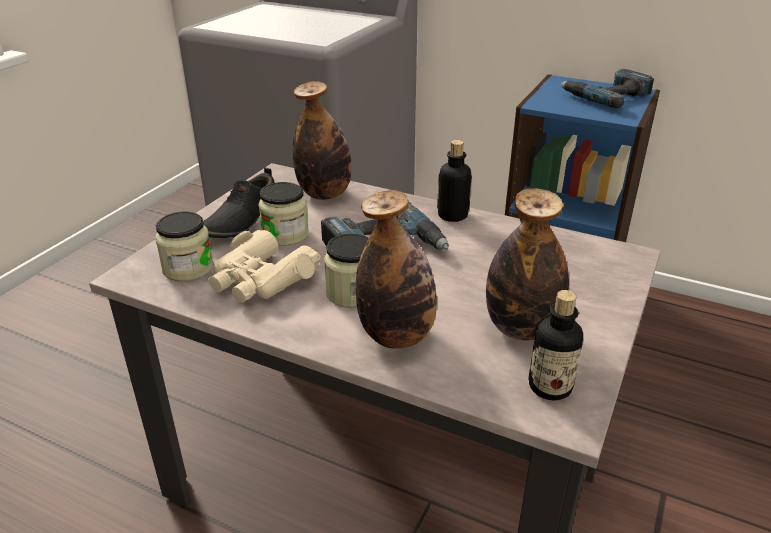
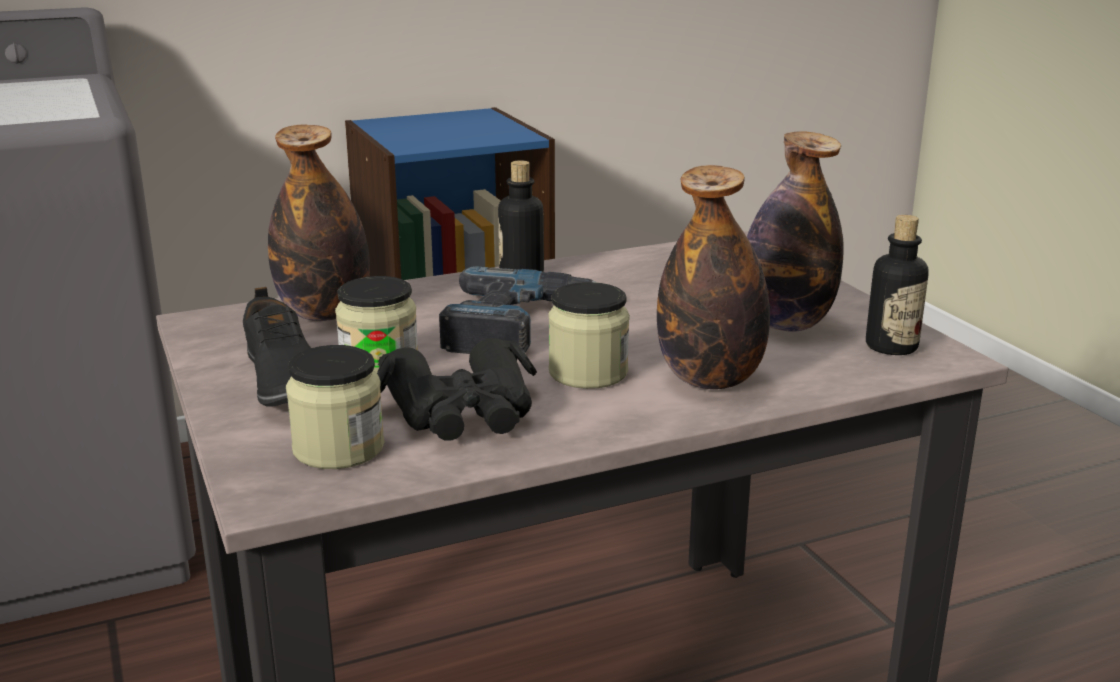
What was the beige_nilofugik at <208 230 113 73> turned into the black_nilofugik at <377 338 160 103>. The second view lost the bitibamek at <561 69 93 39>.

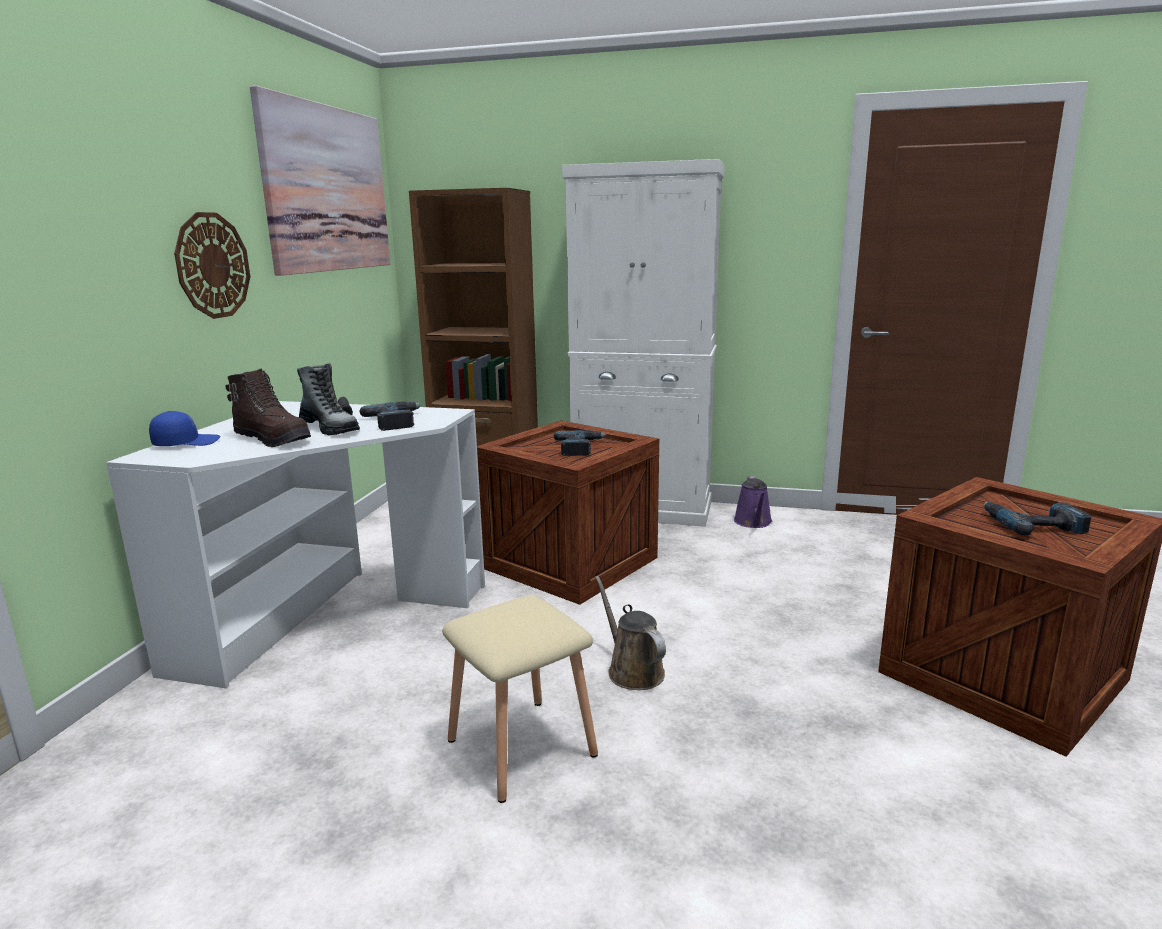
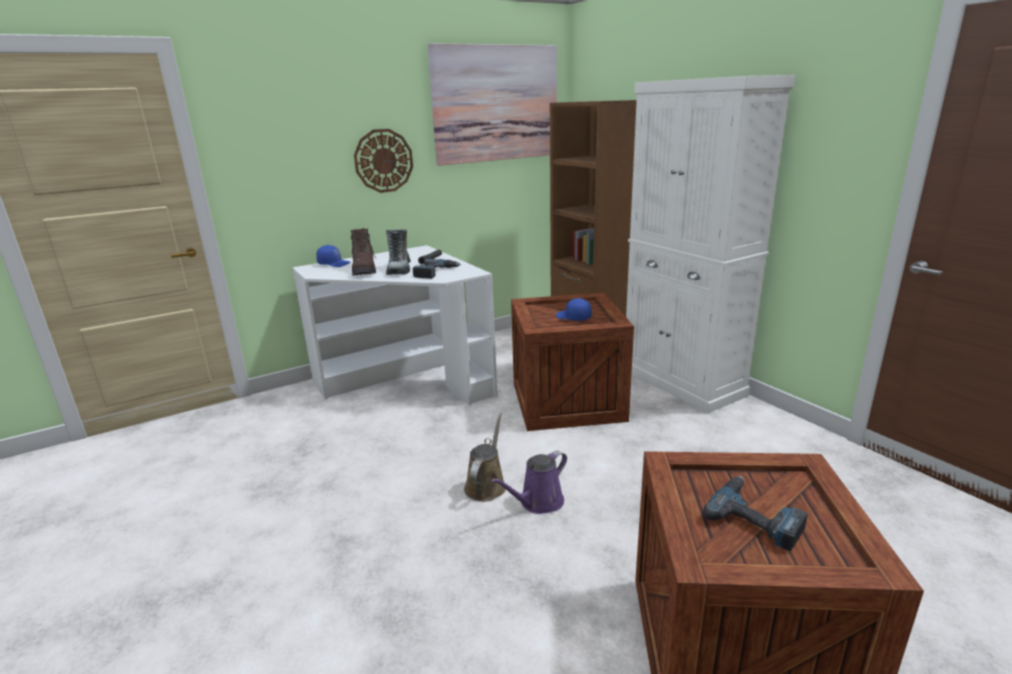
The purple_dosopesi ended up elsewhere, having gone from <734 476 38 52> to <491 451 76 63>. Where the bitibamek stood at <554 430 53 26>, the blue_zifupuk came to stand at <556 298 36 23>. The second view lost the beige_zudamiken at <442 595 156 208>.

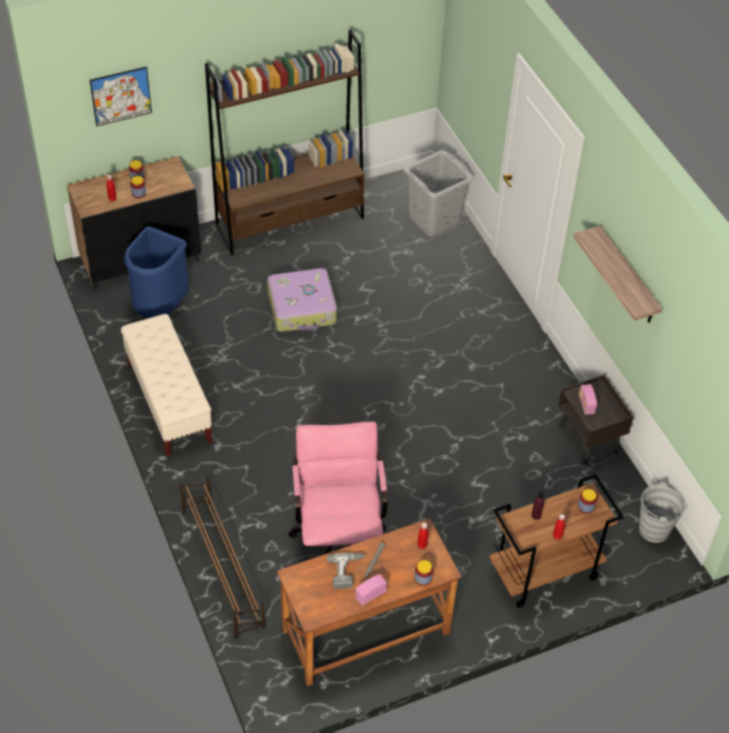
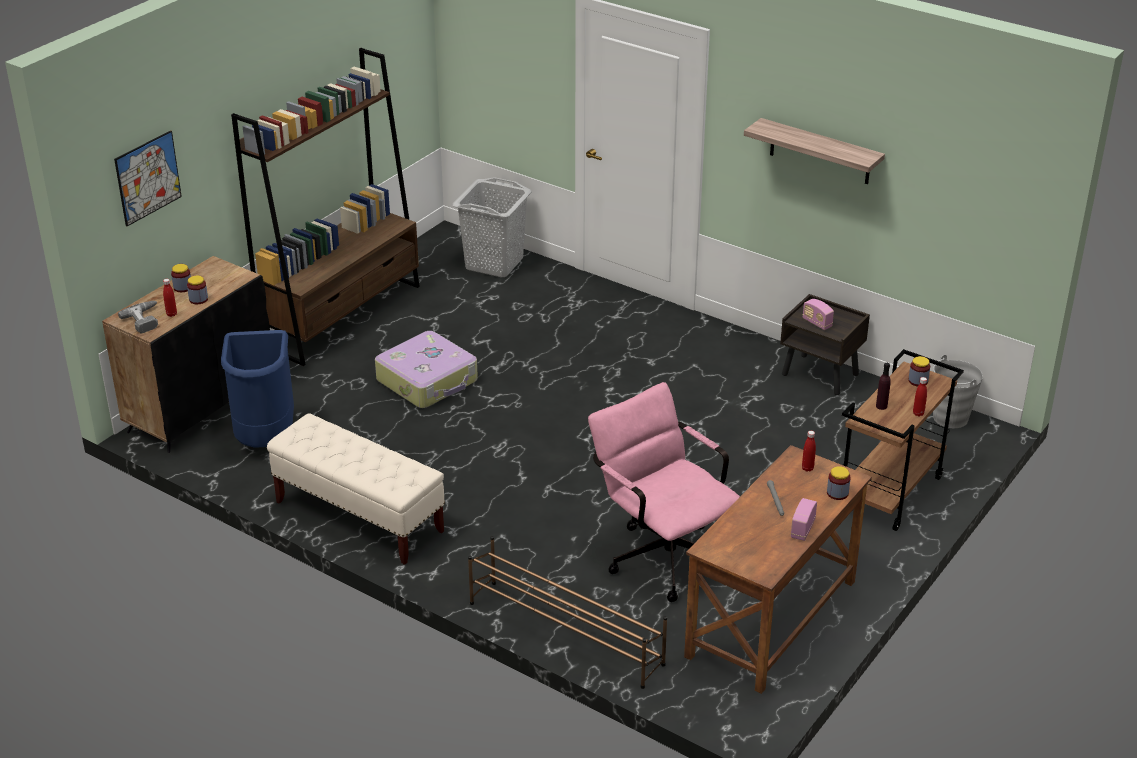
The bitibamek ended up elsewhere, having gone from <327 553 39 36> to <118 301 40 33>.

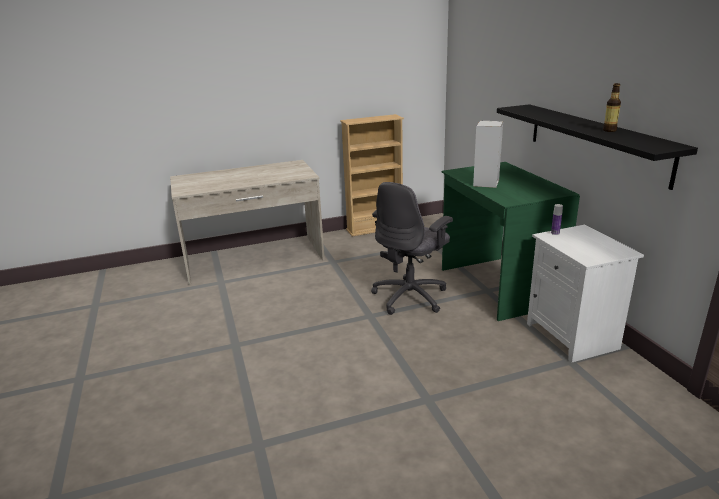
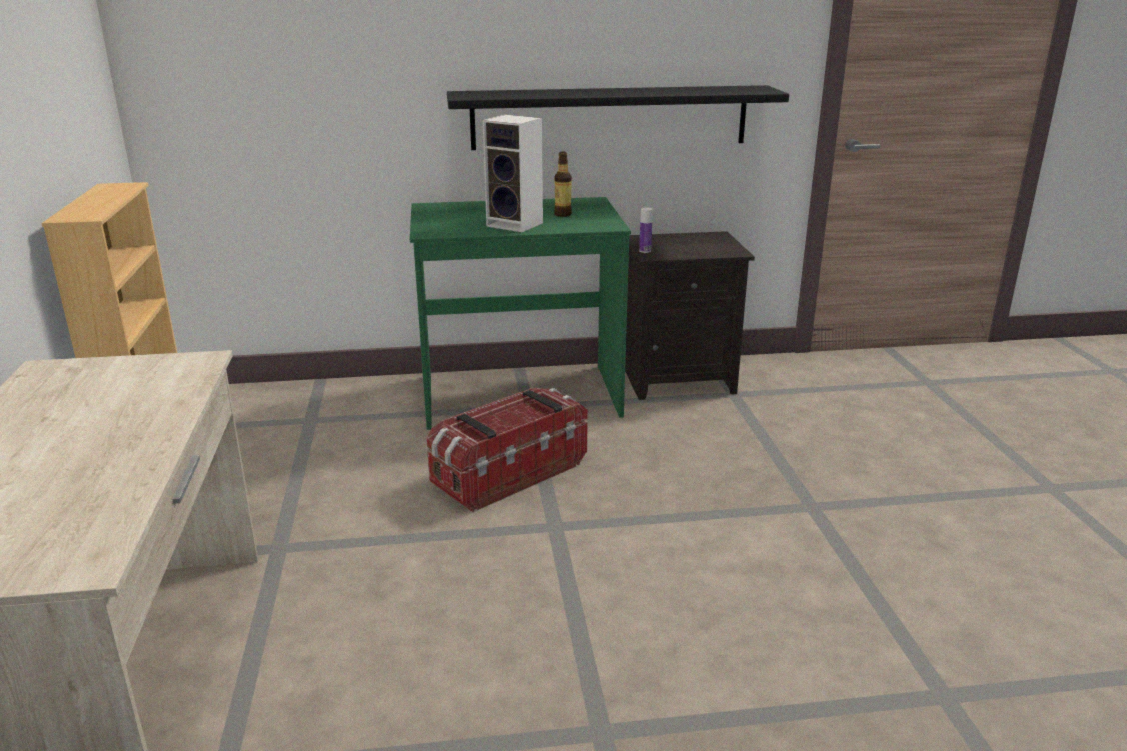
Where the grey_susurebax stood at <371 182 82 133>, the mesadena came to stand at <427 388 161 124>. The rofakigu ended up elsewhere, having gone from <603 83 18 49> to <554 152 18 65>. What was the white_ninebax at <527 225 117 137> turned into the black_ninebax at <625 231 130 169>.

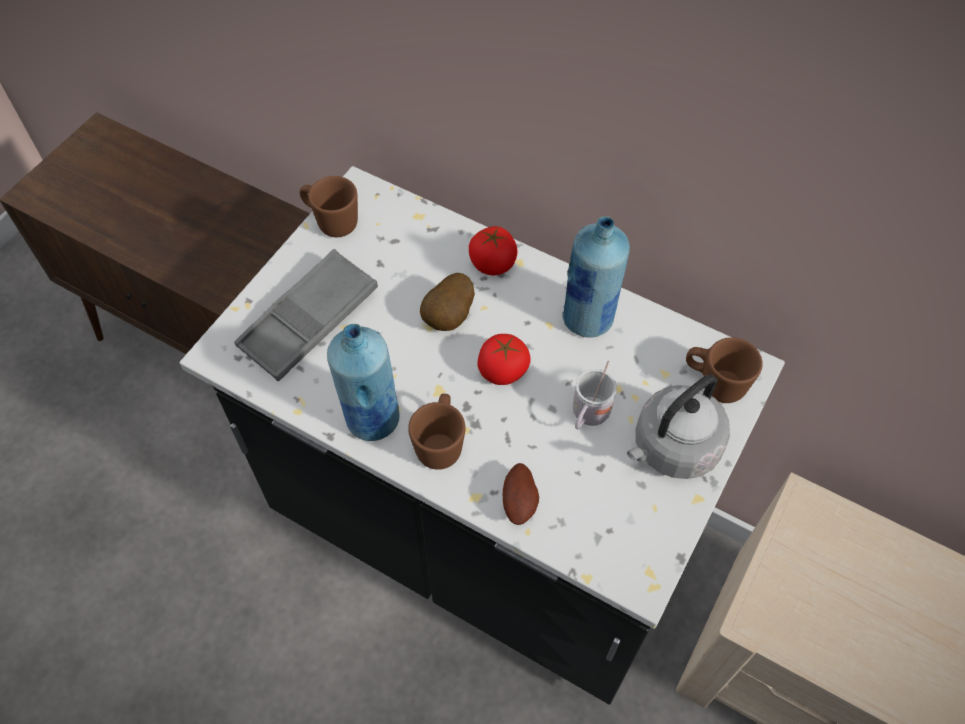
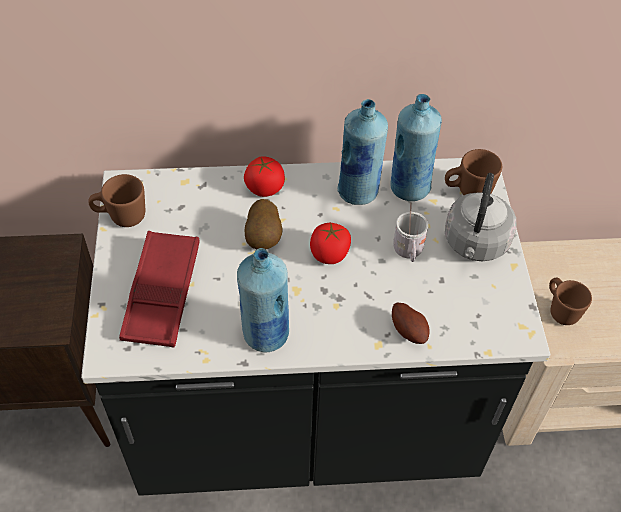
What was the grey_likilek at <234 249 144 132> turned into the red_likilek at <119 231 80 117>. The second view gained the blue_rofakigu at <390 94 52 107>. The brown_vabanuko ended up elsewhere, having gone from <408 394 57 76> to <549 278 43 47>.

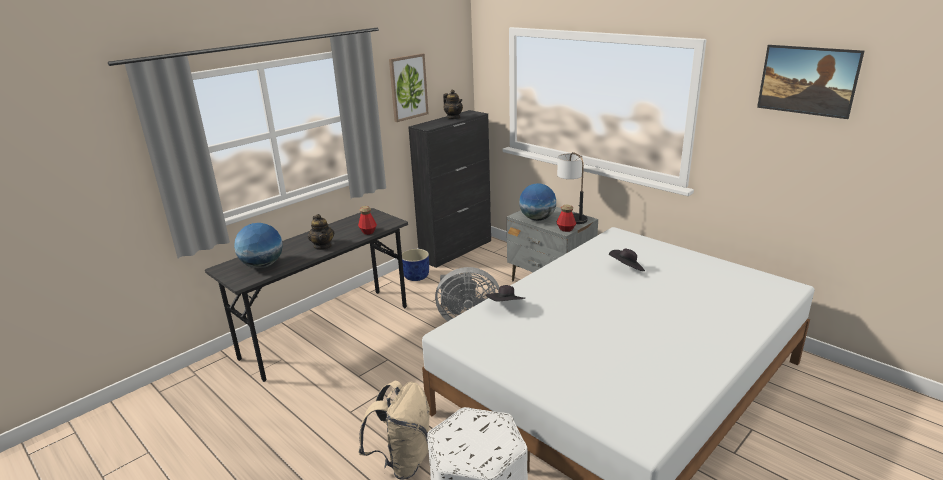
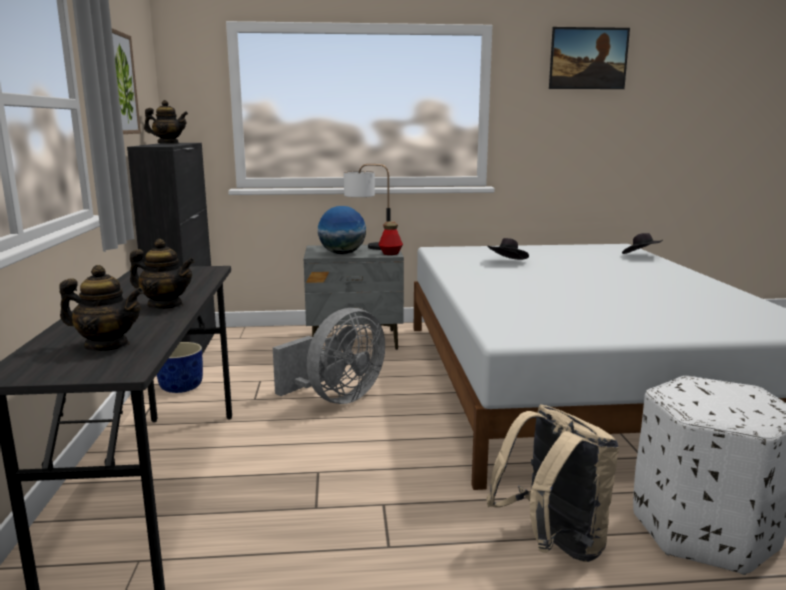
Where the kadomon stood at <234 223 49 45>, the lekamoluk came to stand at <59 265 85 86>. The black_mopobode ended up elsewhere, having gone from <485 285 40 17> to <622 233 41 21>. The second view lost the rofakigu at <358 206 19 29>.

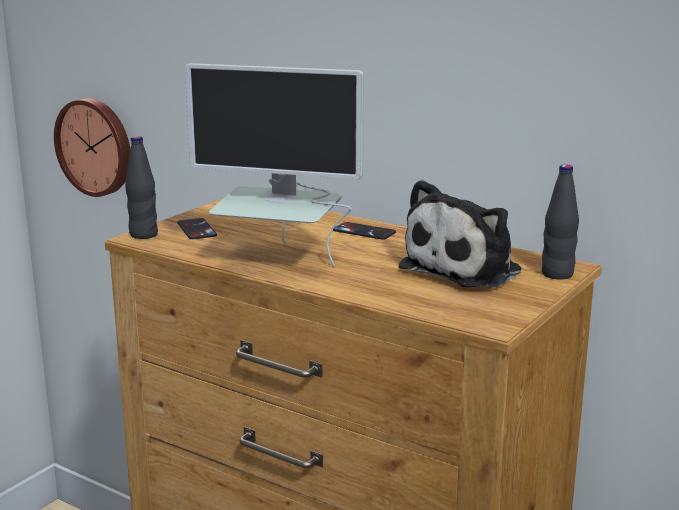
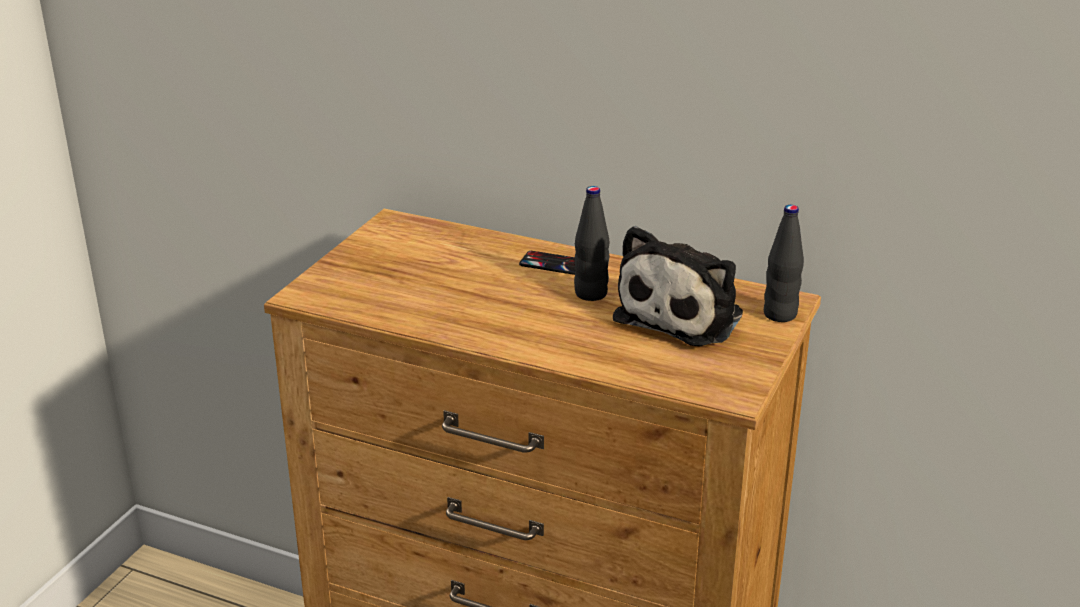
The black_rofakigu ended up elsewhere, having gone from <125 136 33 103> to <574 186 35 115>. The second view lost the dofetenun at <54 98 76 99>. The second view lost the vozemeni at <177 218 40 21>. The second view lost the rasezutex at <185 63 179 204>.

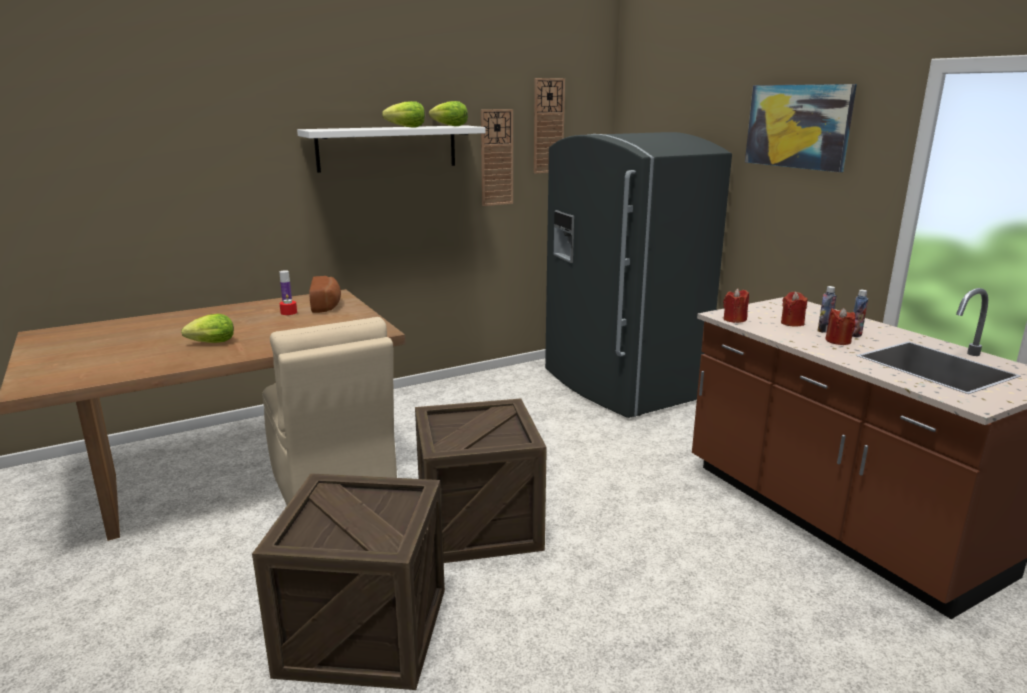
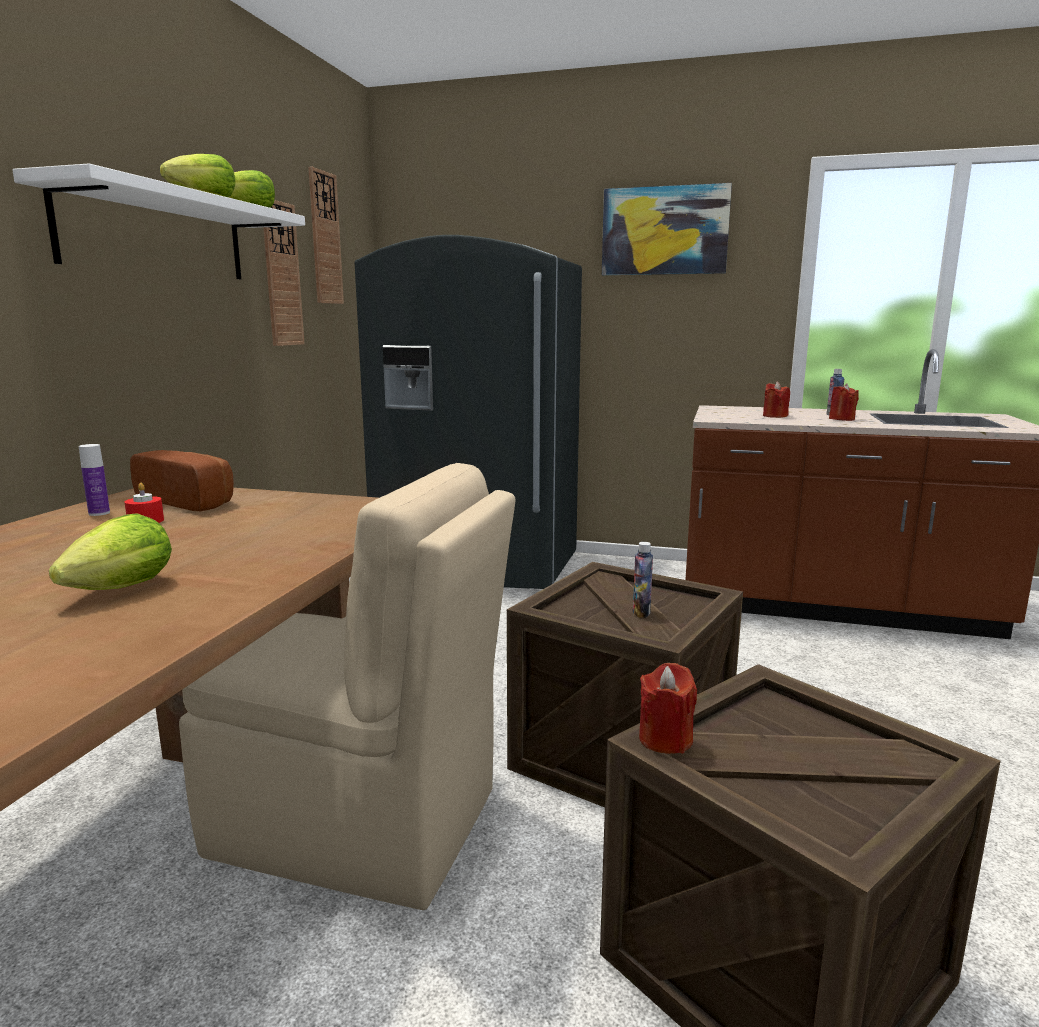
The rofakigu ended up elsewhere, having gone from <818 286 19 47> to <633 542 20 76>. The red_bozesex ended up elsewhere, having gone from <723 288 26 35> to <639 663 58 91>.

